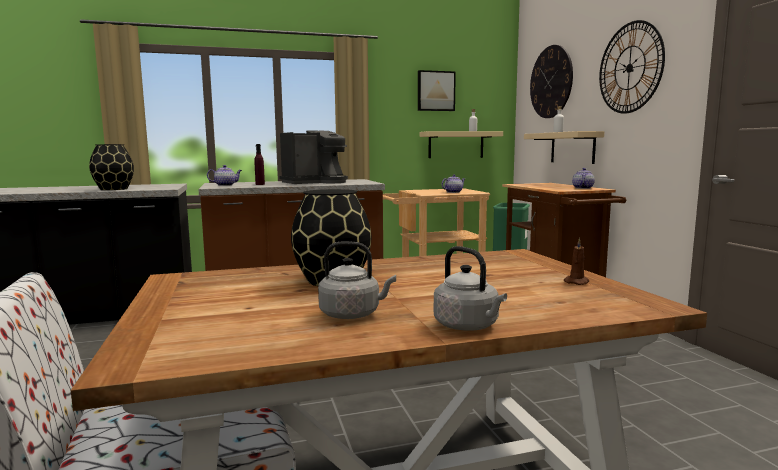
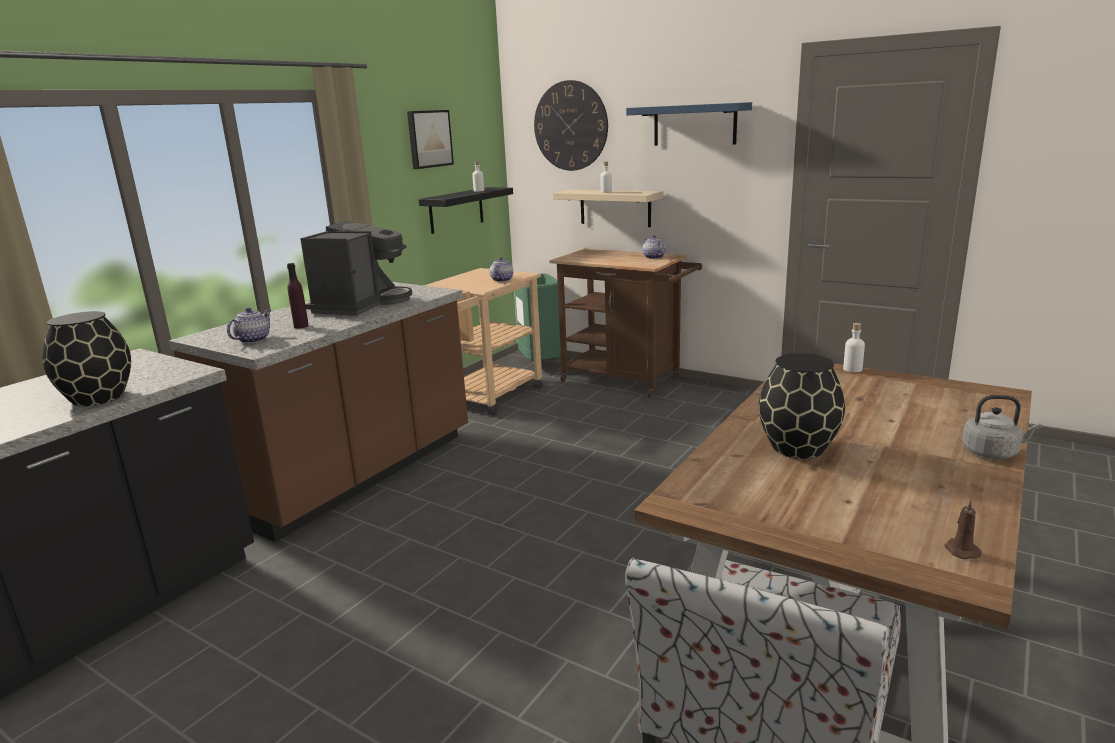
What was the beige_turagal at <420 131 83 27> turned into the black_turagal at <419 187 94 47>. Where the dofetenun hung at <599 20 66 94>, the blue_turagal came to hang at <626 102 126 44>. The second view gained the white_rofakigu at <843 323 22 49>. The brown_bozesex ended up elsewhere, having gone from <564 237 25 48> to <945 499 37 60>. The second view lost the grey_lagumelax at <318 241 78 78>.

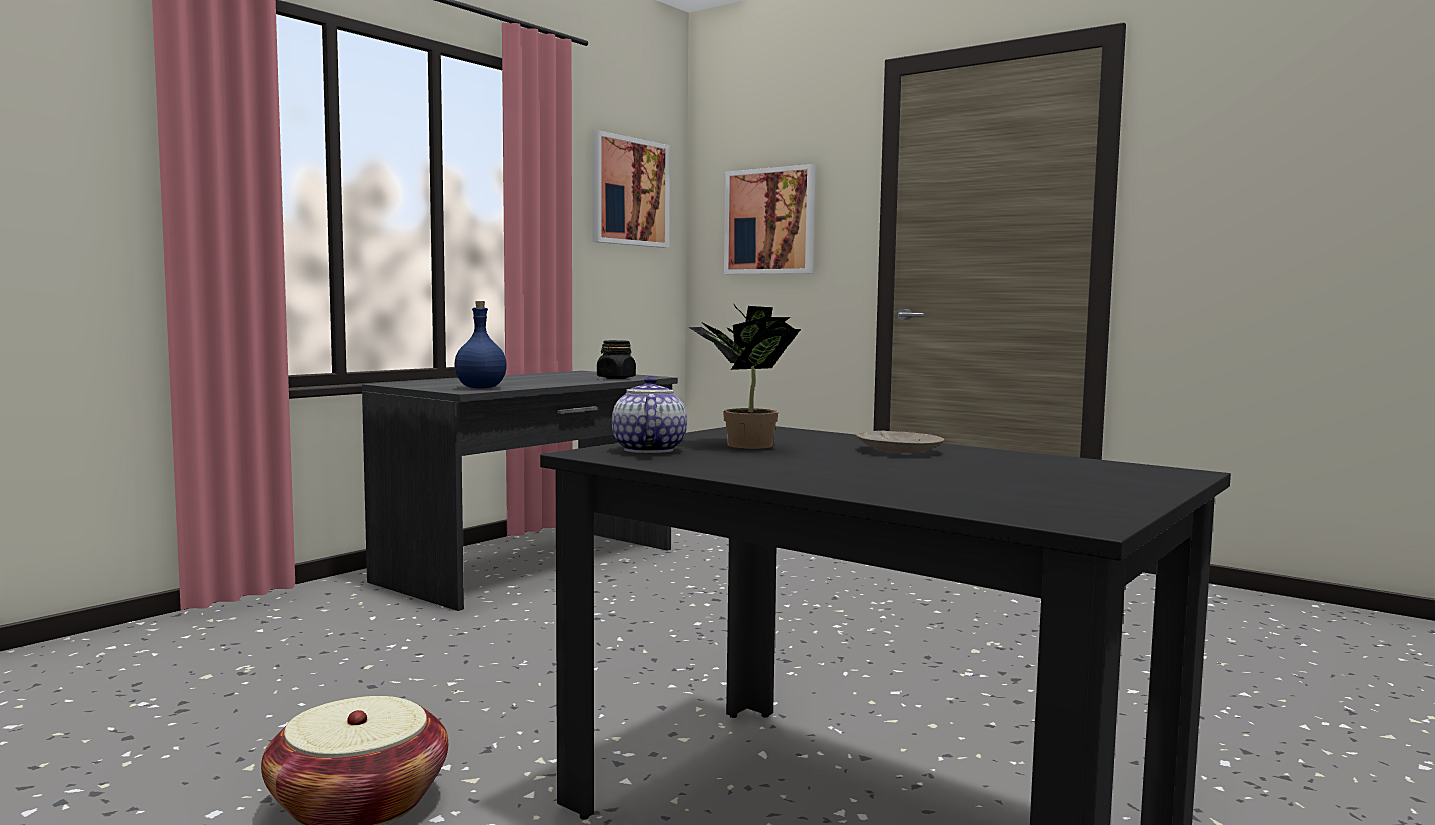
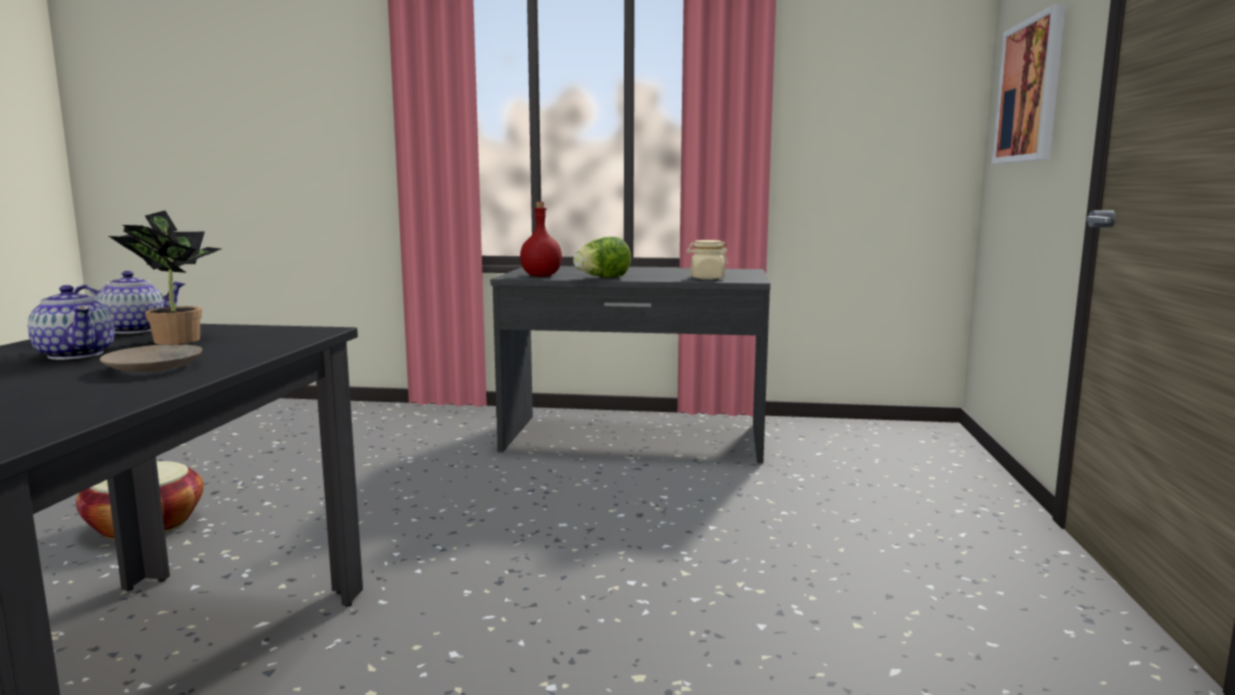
The second view gained the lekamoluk at <28 285 87 75>. What was the blue_rofakigu at <454 301 53 88> turned into the red_rofakigu at <520 202 42 75>. The second view gained the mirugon at <573 237 58 41>. What was the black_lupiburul at <597 340 39 39> turned into the beige_lupiburul at <686 240 43 40>. The second view lost the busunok at <592 130 78 118>.

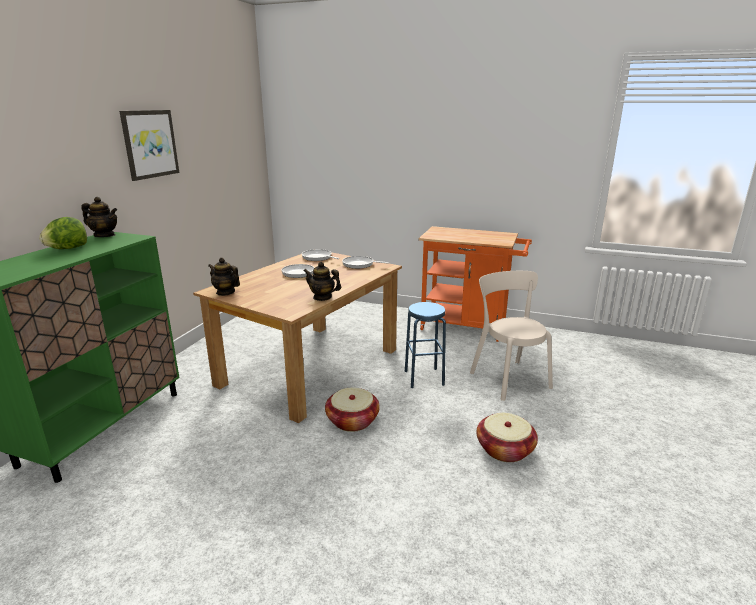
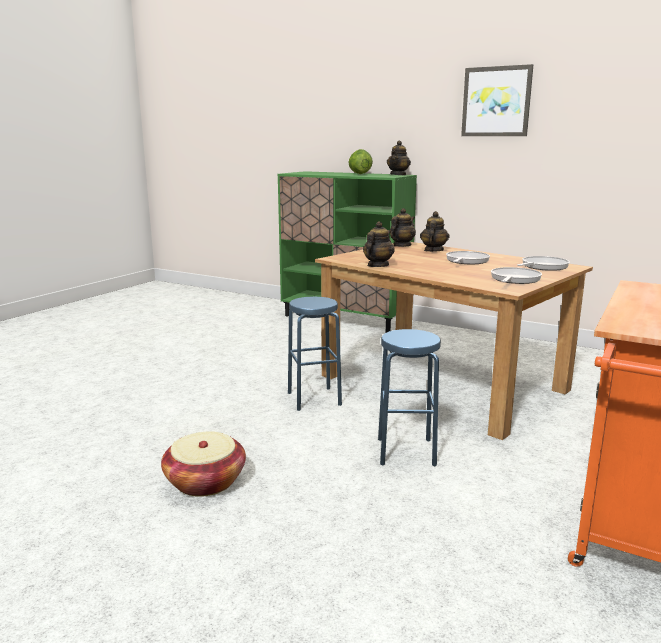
Where the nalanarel stood at <325 388 55 44>, the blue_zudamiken came to stand at <288 297 54 114>. The second view gained the lekamoluk at <420 211 30 41>. The second view lost the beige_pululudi at <470 271 83 130>.

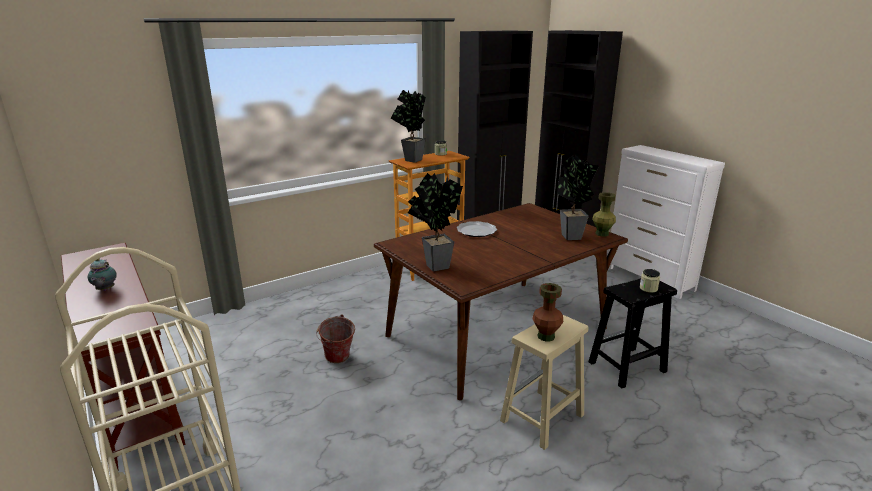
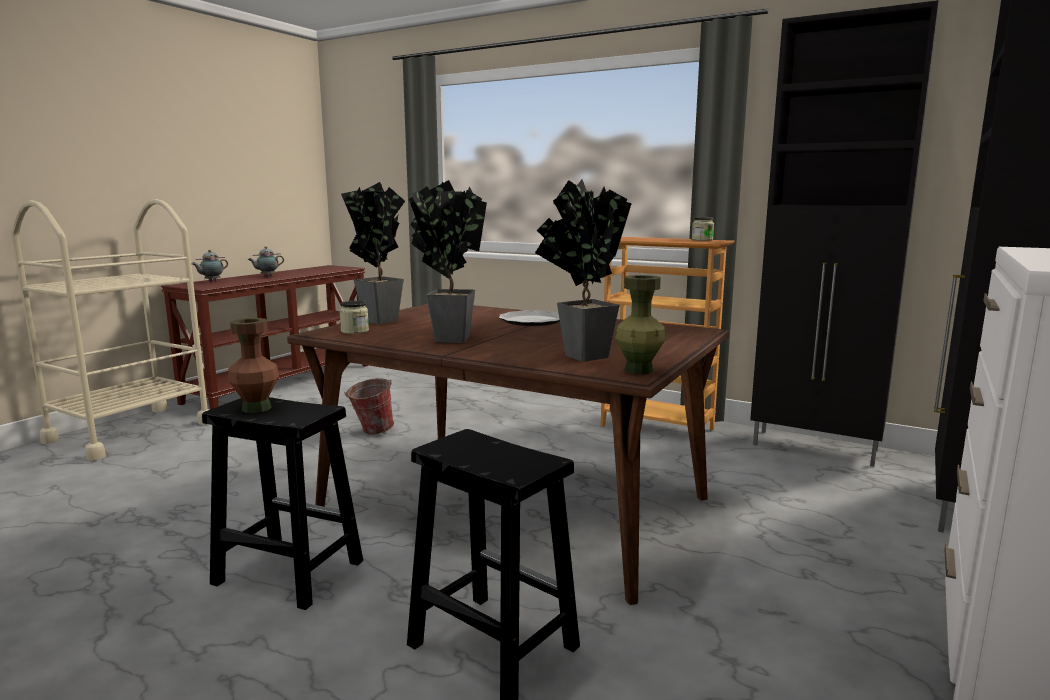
The second view gained the lekamoluk at <192 250 36 32>. What was the beige_zudamiken at <500 315 89 135> turned into the black_zudamiken at <202 397 161 213>. The lupiburul ended up elsewhere, having gone from <640 269 20 24> to <340 301 29 33>. The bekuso ended up elsewhere, having gone from <391 90 35 73> to <409 180 78 163>.

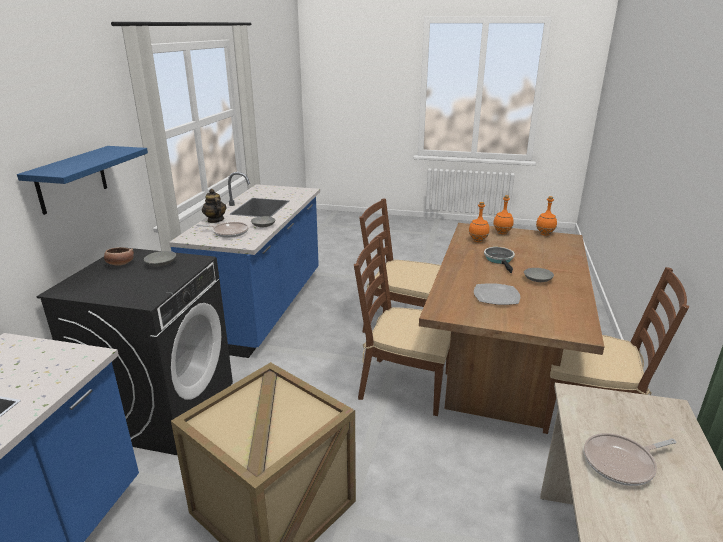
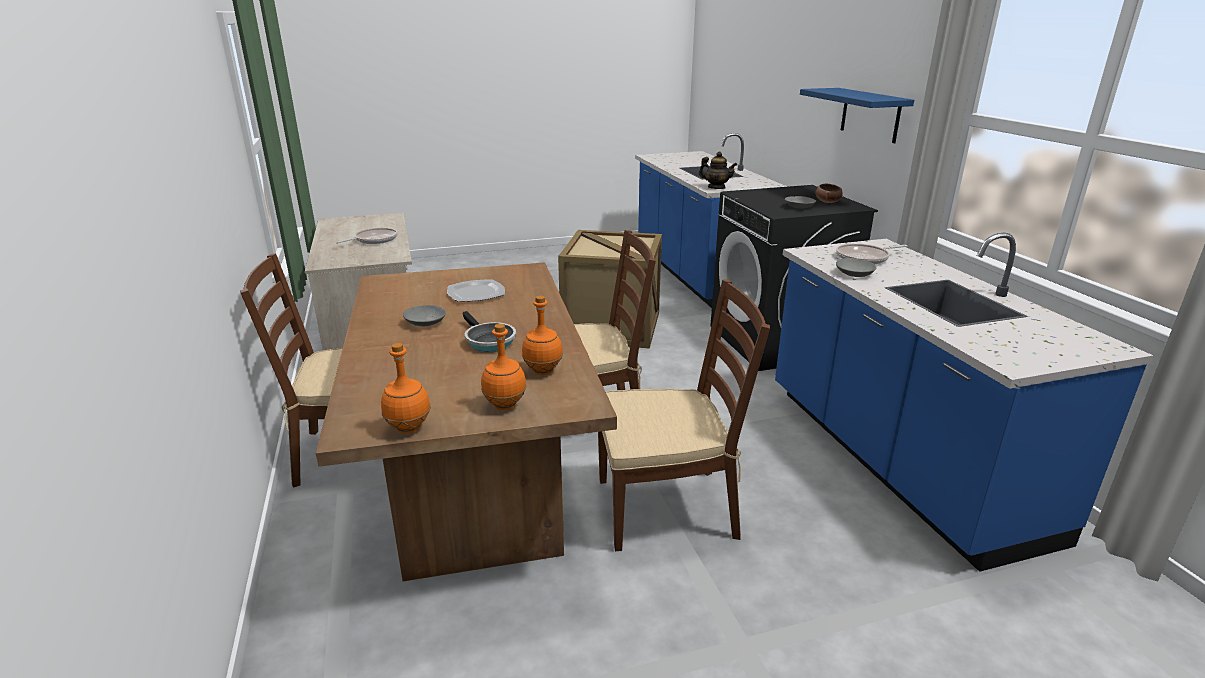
The lekamoluk ended up elsewhere, having gone from <202 189 24 34> to <699 152 38 37>.

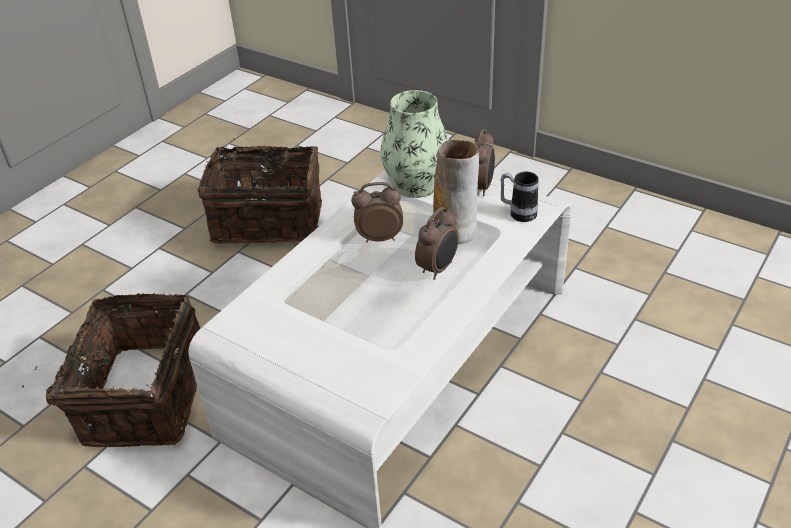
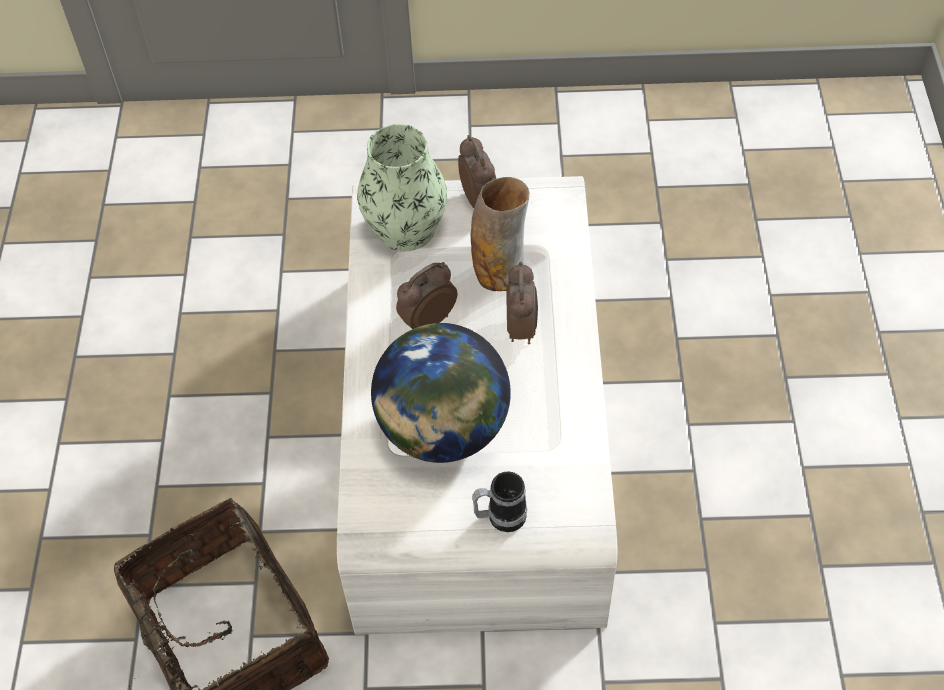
The second view gained the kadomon at <371 323 140 140>. The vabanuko ended up elsewhere, having gone from <501 171 38 51> to <472 471 55 61>. The second view lost the nalanarel at <197 138 125 106>.

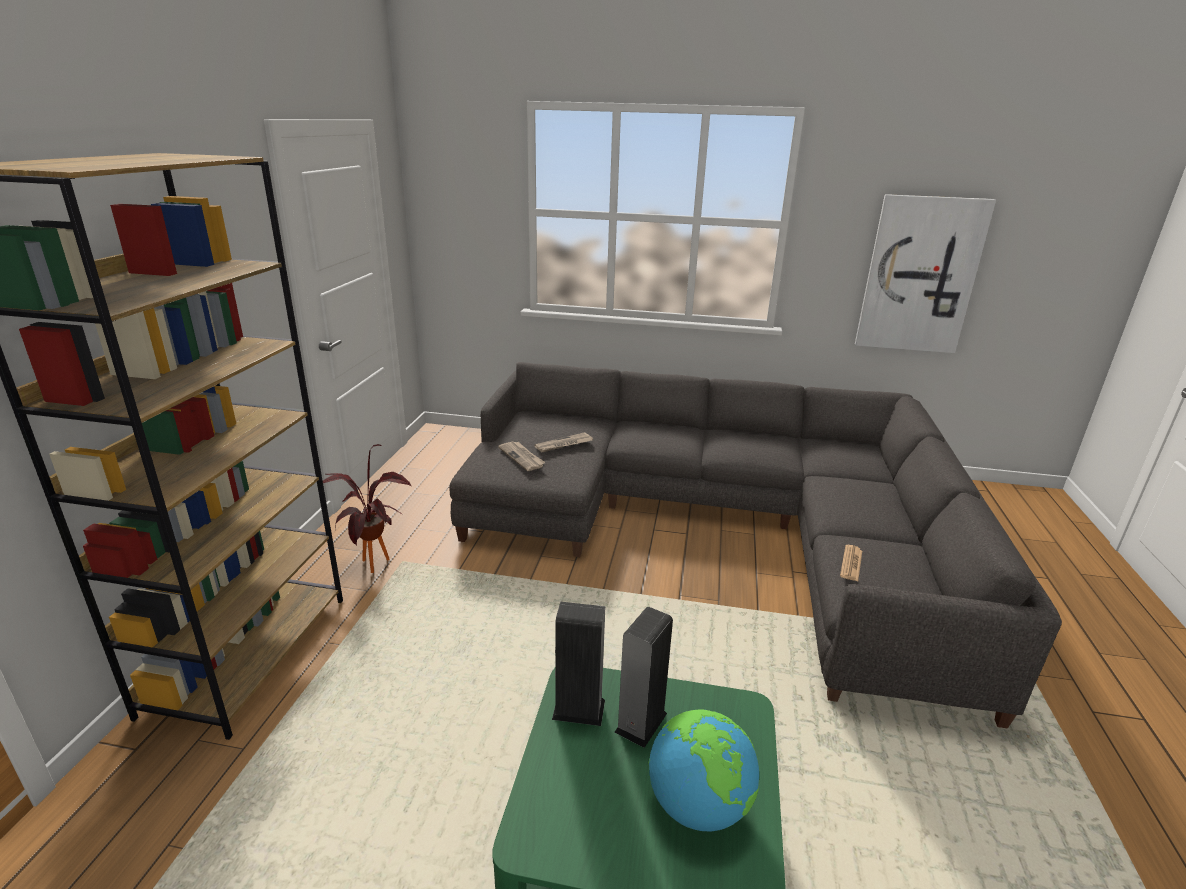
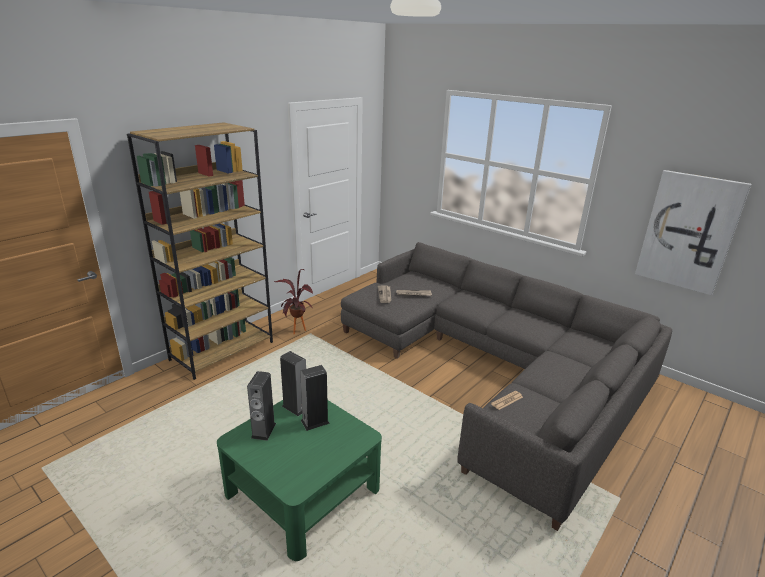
The second view gained the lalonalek at <247 371 29 70>. The second view lost the kadomon at <649 710 110 121>.

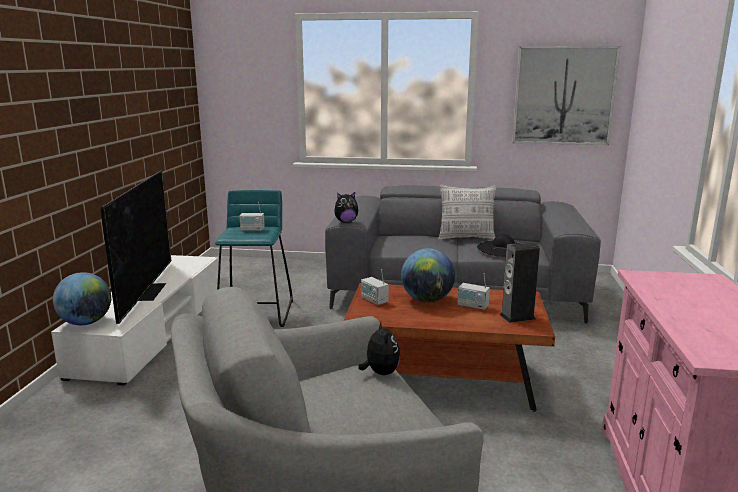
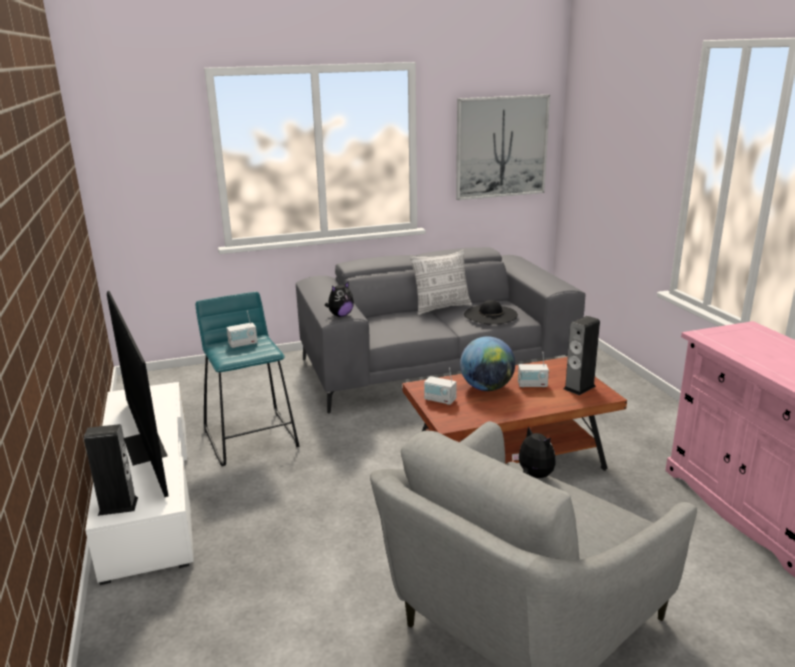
Where the kadomon stood at <53 272 58 53>, the lalonalek came to stand at <84 424 54 92>.

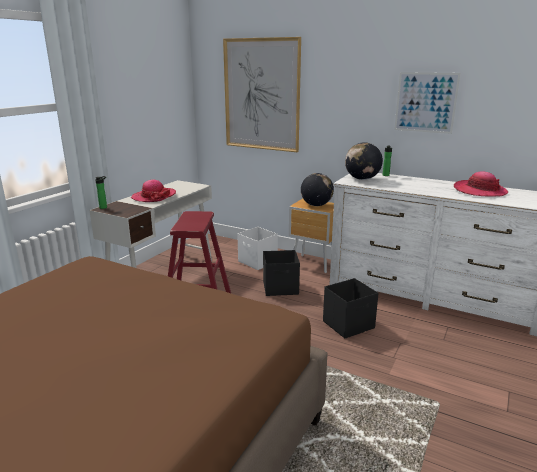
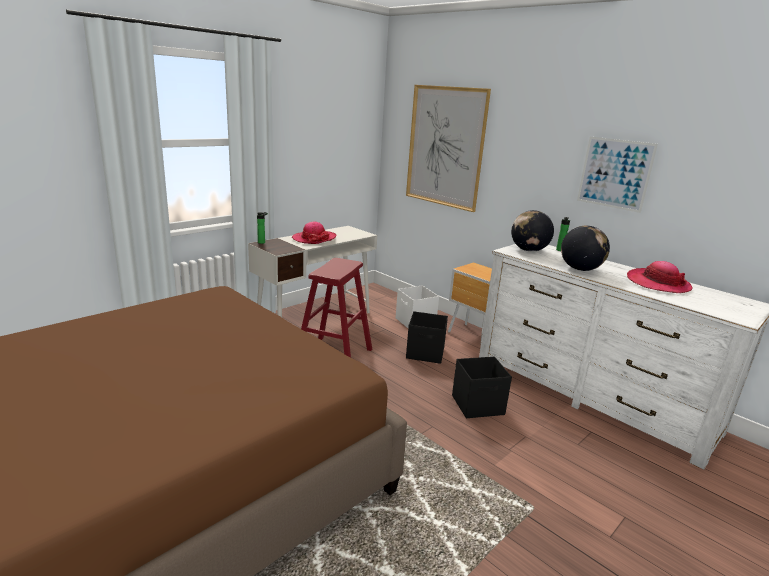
The kadomon ended up elsewhere, having gone from <301 173 33 33> to <561 226 49 45>.

